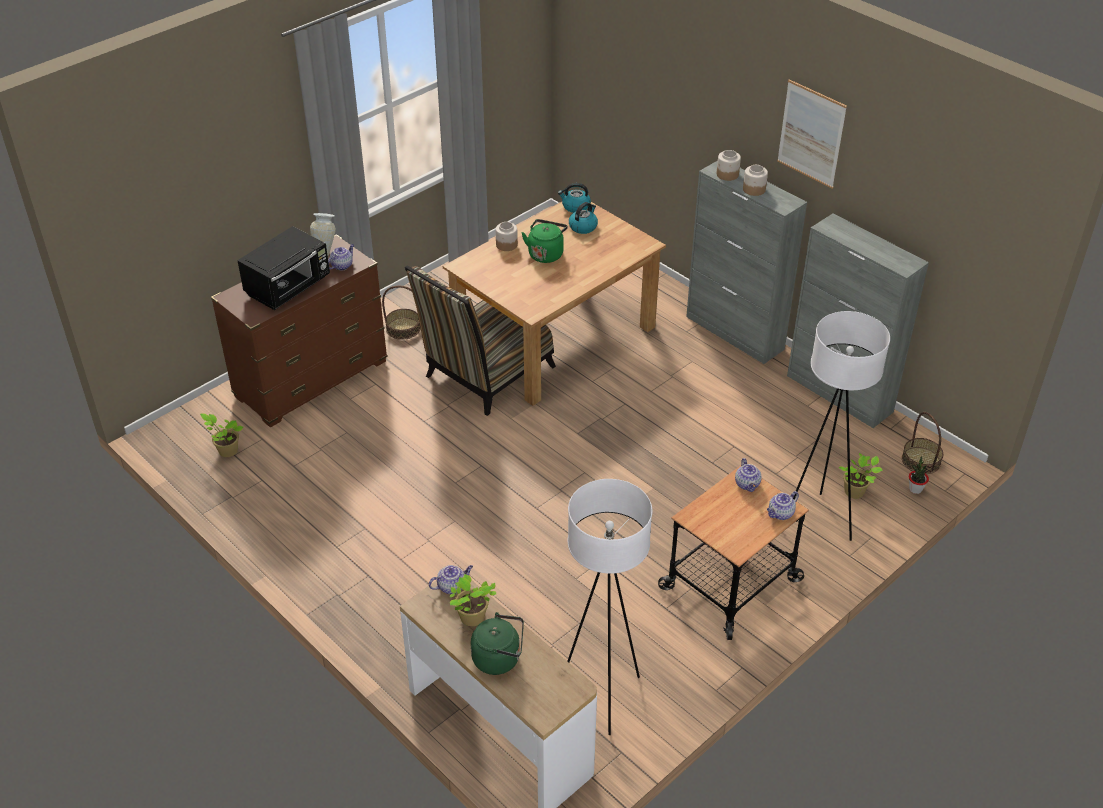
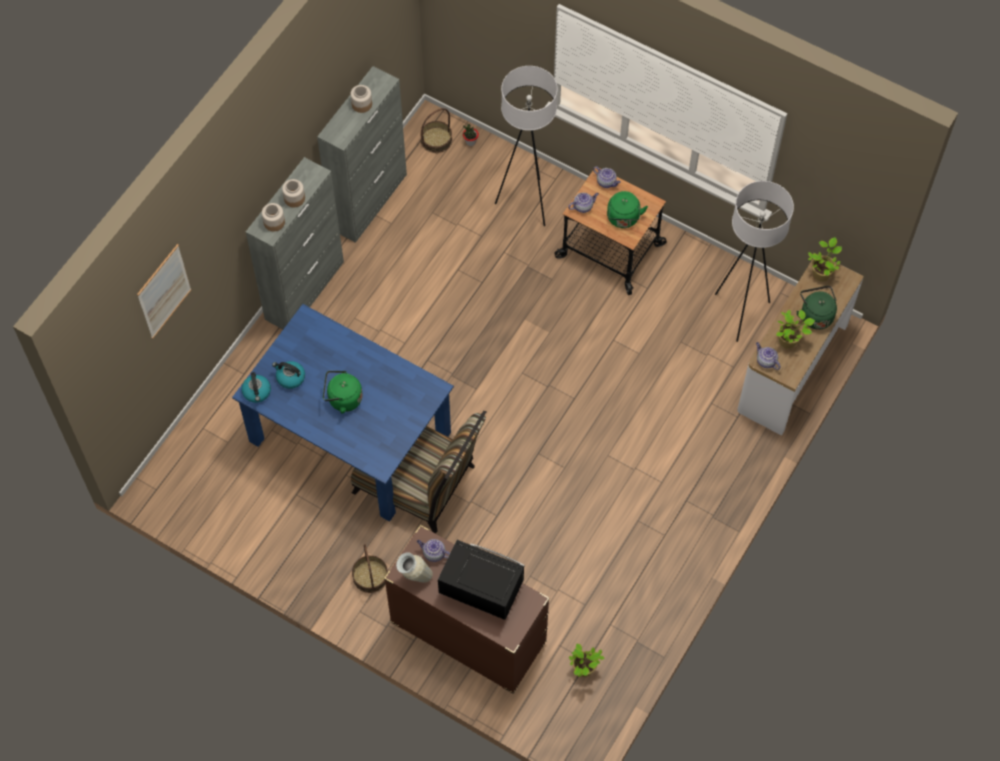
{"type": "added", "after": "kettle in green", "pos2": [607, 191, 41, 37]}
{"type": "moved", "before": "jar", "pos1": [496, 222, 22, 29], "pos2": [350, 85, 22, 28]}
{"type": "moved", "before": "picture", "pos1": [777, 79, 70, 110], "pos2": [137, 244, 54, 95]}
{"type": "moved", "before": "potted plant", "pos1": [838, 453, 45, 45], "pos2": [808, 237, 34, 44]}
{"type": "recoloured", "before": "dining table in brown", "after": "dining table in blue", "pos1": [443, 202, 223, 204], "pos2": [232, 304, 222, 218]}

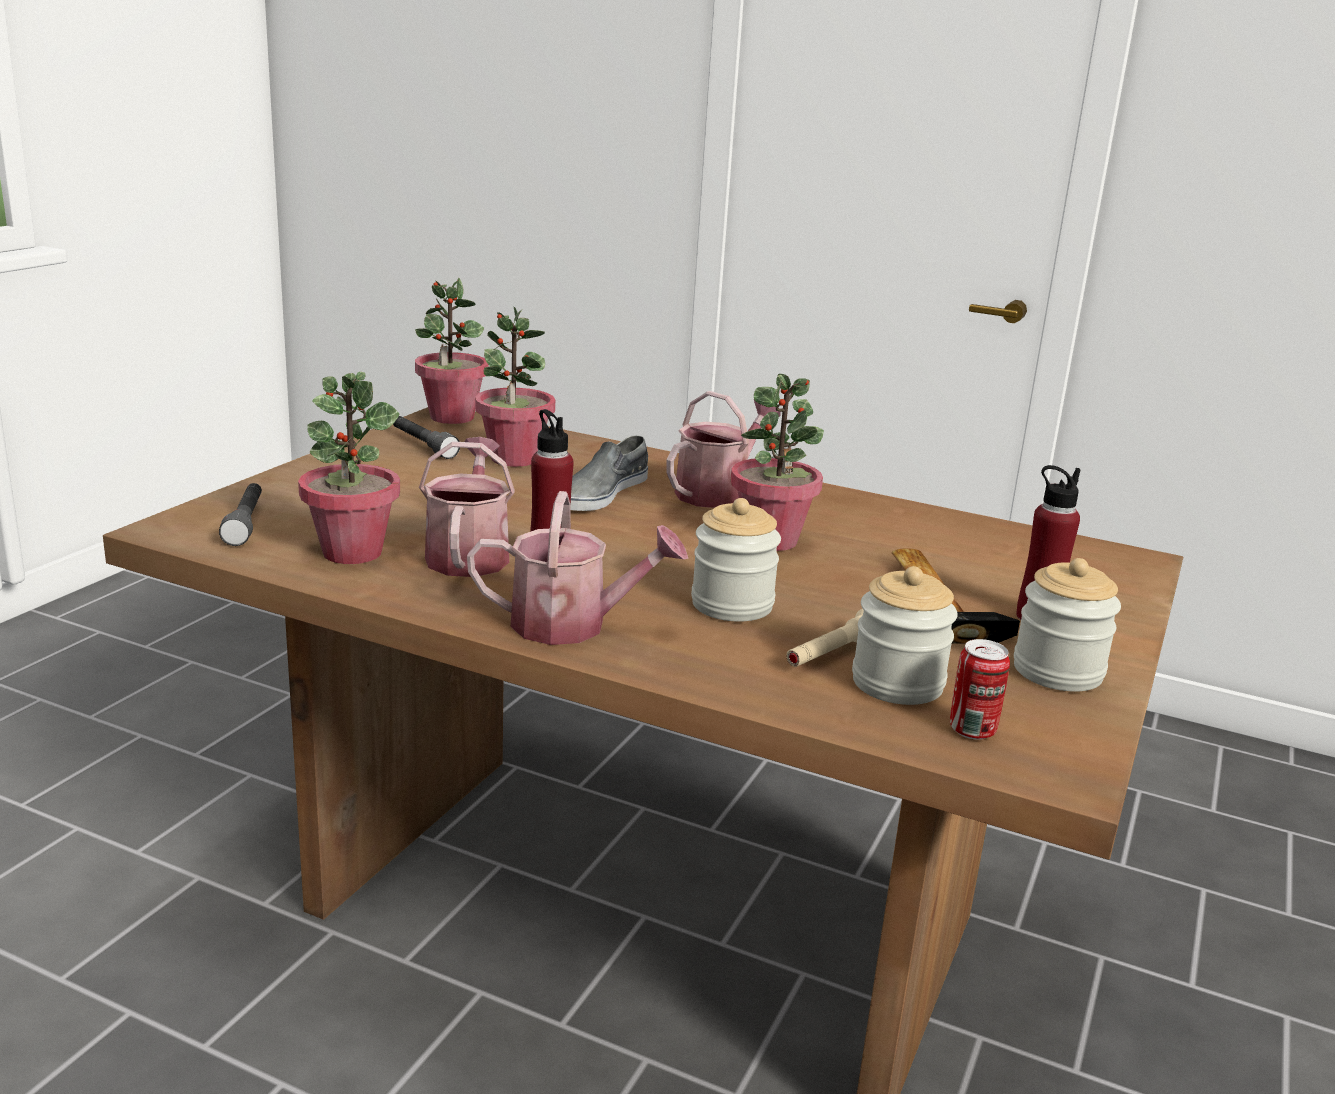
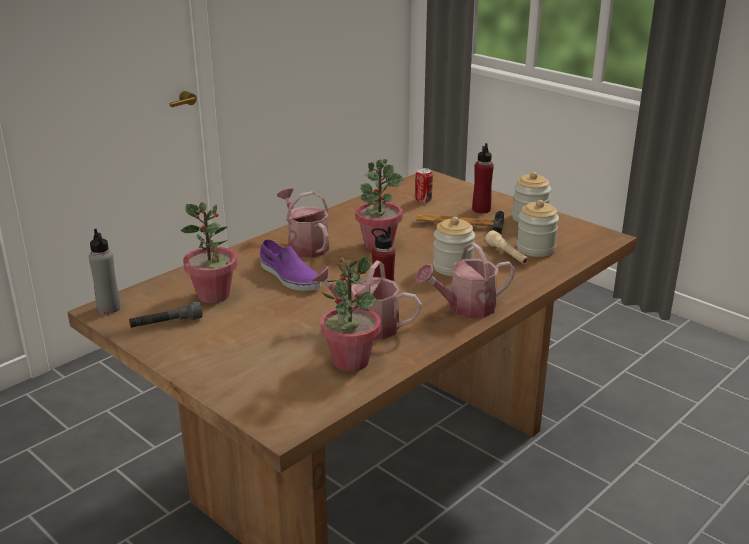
{"type": "removed", "before": "flashlight in grey", "pos1": [219, 483, 43, 63]}
{"type": "moved", "before": "can", "pos1": [950, 639, 60, 101], "pos2": [415, 168, 18, 35]}
{"type": "replaced", "before": "potted plant", "after": "bottle in grey", "pos1": [415, 278, 73, 146], "pos2": [89, 229, 32, 85]}
{"type": "recoloured", "before": "shoe in grey", "after": "shoe in purple", "pos1": [570, 435, 78, 76], "pos2": [260, 239, 61, 52]}
{"type": "turned", "before": "watering can", "pos1": [467, 491, 221, 154], "pos2": [415, 242, 100, 76], "turn": -135}

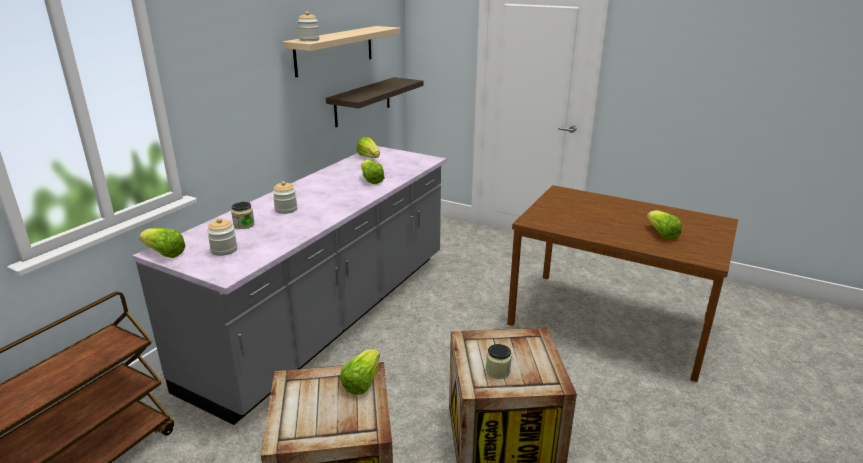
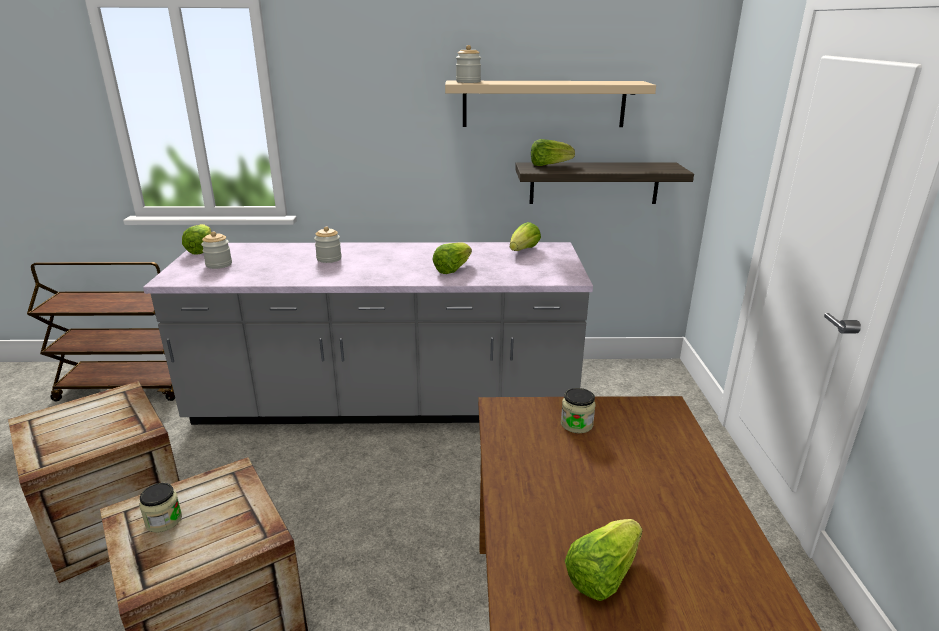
{"type": "moved", "before": "jar", "pos1": [231, 202, 24, 27], "pos2": [561, 388, 35, 46]}
{"type": "moved", "before": "lettuce", "pos1": [340, 349, 40, 46], "pos2": [531, 139, 44, 27]}

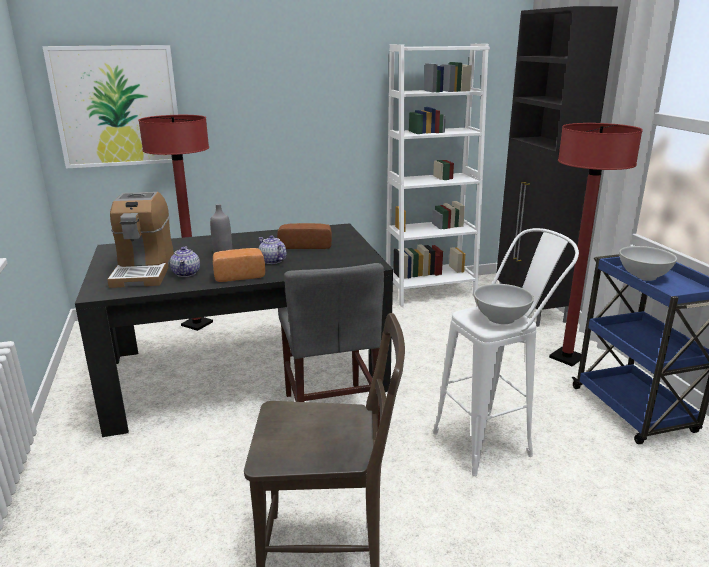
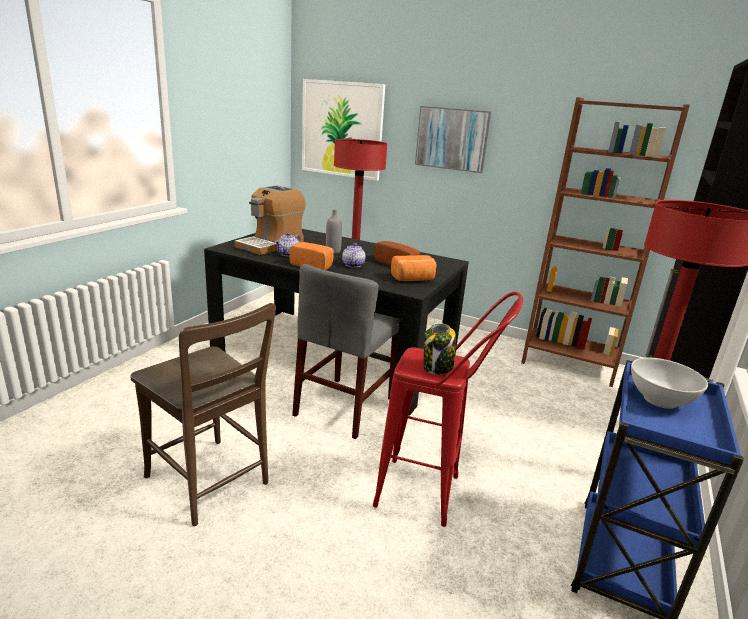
{"type": "added", "after": "bread", "pos2": [391, 255, 45, 26]}
{"type": "added", "after": "picture", "pos2": [415, 106, 76, 67]}
{"type": "replaced", "before": "bowl in white", "after": "jar", "pos1": [474, 284, 60, 40], "pos2": [424, 324, 32, 51]}
{"type": "recoloured", "before": "bookcase in white", "after": "bookcase in brown", "pos1": [386, 44, 104, 263], "pos2": [521, 97, 169, 290]}
{"type": "recoloured", "before": "stool in white", "after": "stool in red", "pos1": [433, 228, 146, 248], "pos2": [373, 292, 150, 235]}

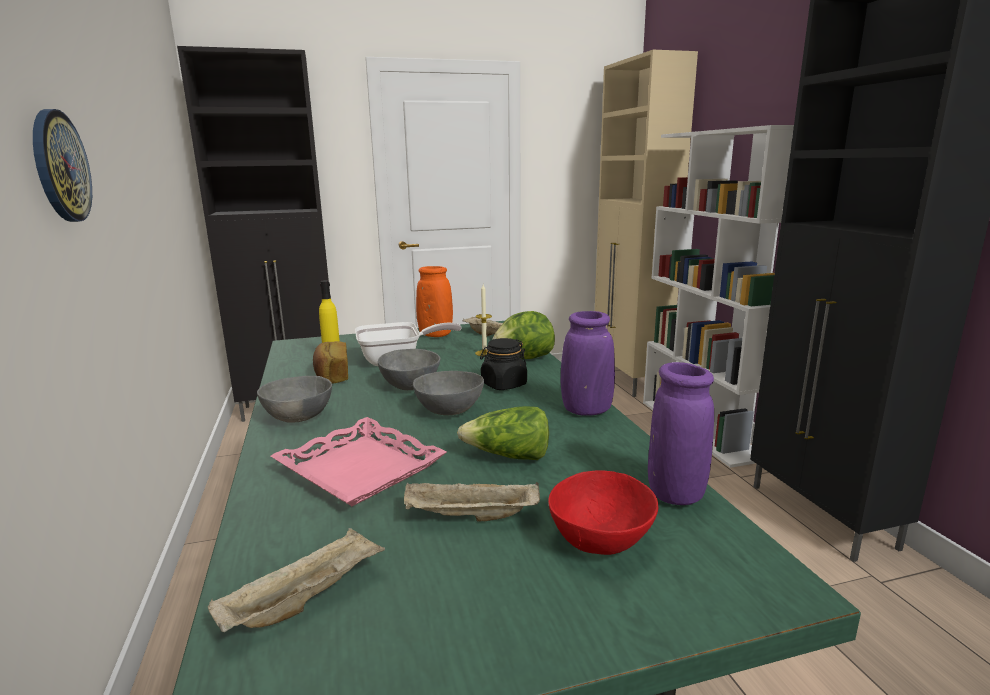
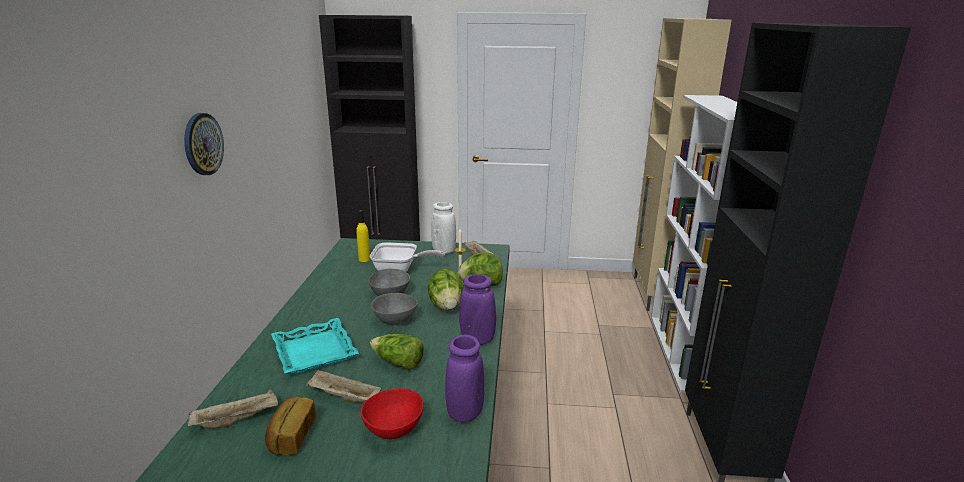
{"type": "removed", "before": "bowl in grey", "pos1": [257, 376, 75, 47]}
{"type": "moved", "before": "bread", "pos1": [313, 341, 35, 43], "pos2": [265, 397, 51, 59]}
{"type": "replaced", "before": "jar in black", "after": "lettuce", "pos1": [480, 338, 47, 52], "pos2": [428, 268, 36, 42]}
{"type": "recoloured", "before": "tray in pink", "after": "tray in turquoise", "pos1": [271, 417, 176, 89], "pos2": [271, 318, 88, 57]}
{"type": "recoloured", "before": "vase in orange", "after": "vase in white", "pos1": [416, 266, 37, 71], "pos2": [431, 202, 25, 52]}

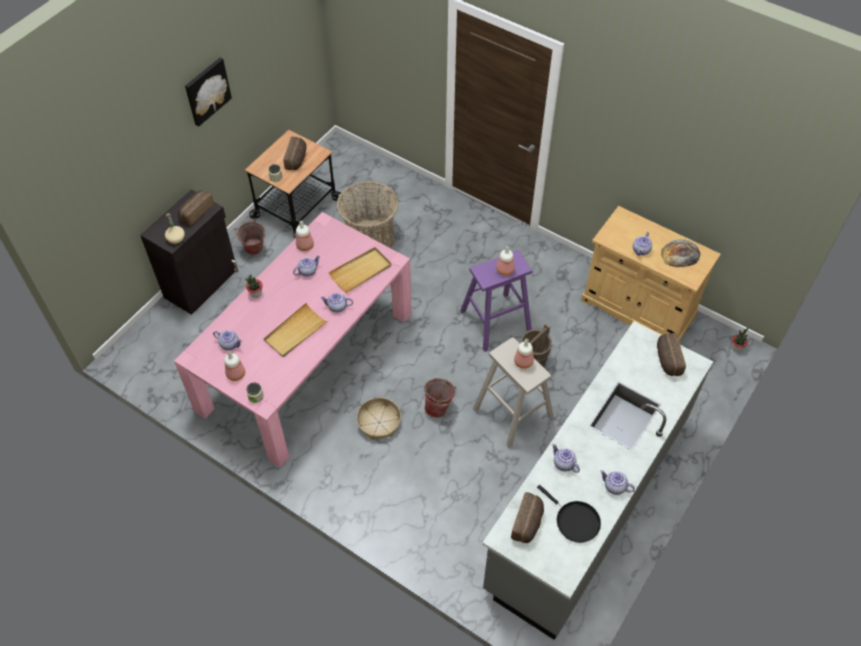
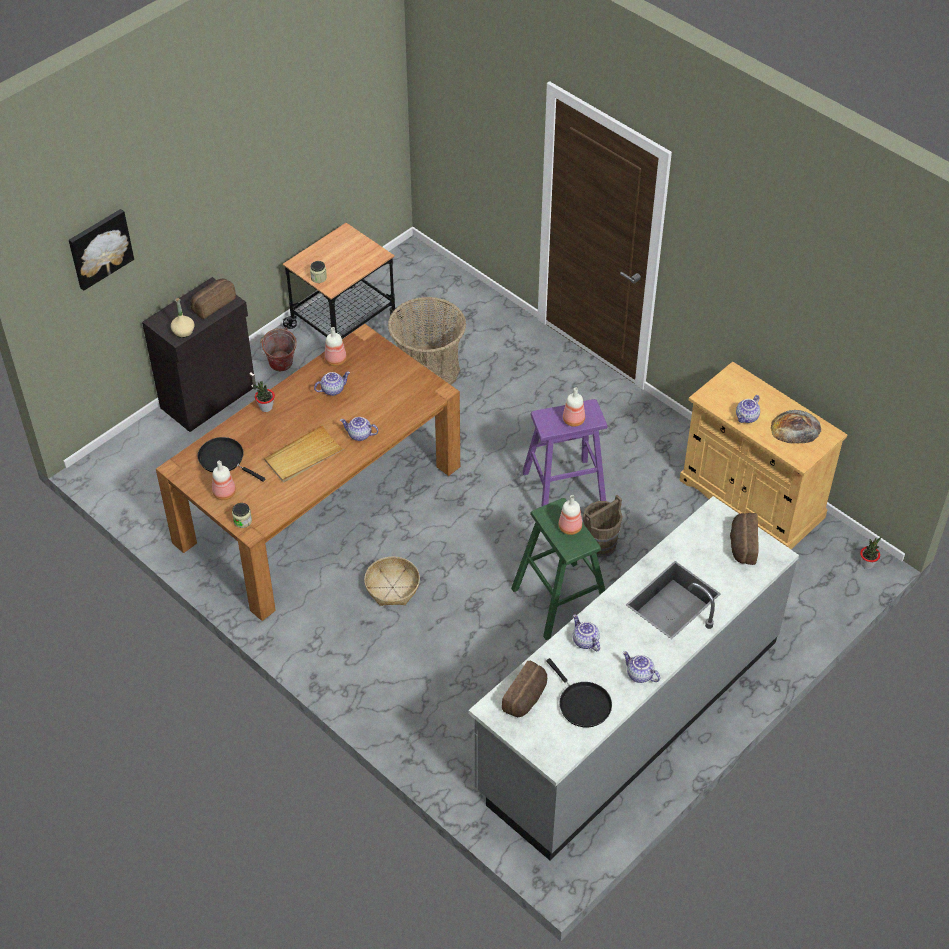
{"type": "removed", "before": "bread", "pos1": [283, 137, 24, 33]}
{"type": "removed", "before": "tray in beige", "pos1": [328, 247, 63, 46]}
{"type": "removed", "before": "bucket", "pos1": [424, 378, 33, 40]}
{"type": "moved", "before": "picture", "pos1": [185, 58, 47, 69], "pos2": [69, 209, 65, 82]}
{"type": "replaced", "before": "teapot", "after": "frying pan in black", "pos1": [213, 330, 29, 21], "pos2": [198, 437, 68, 45]}
{"type": "recoloured", "before": "dining table in pink", "after": "dining table in brown", "pos1": [174, 212, 238, 256], "pos2": [156, 324, 304, 297]}
{"type": "recoloured", "before": "stool in beige", "after": "stool in green", "pos1": [473, 337, 81, 111], "pos2": [511, 498, 94, 142]}

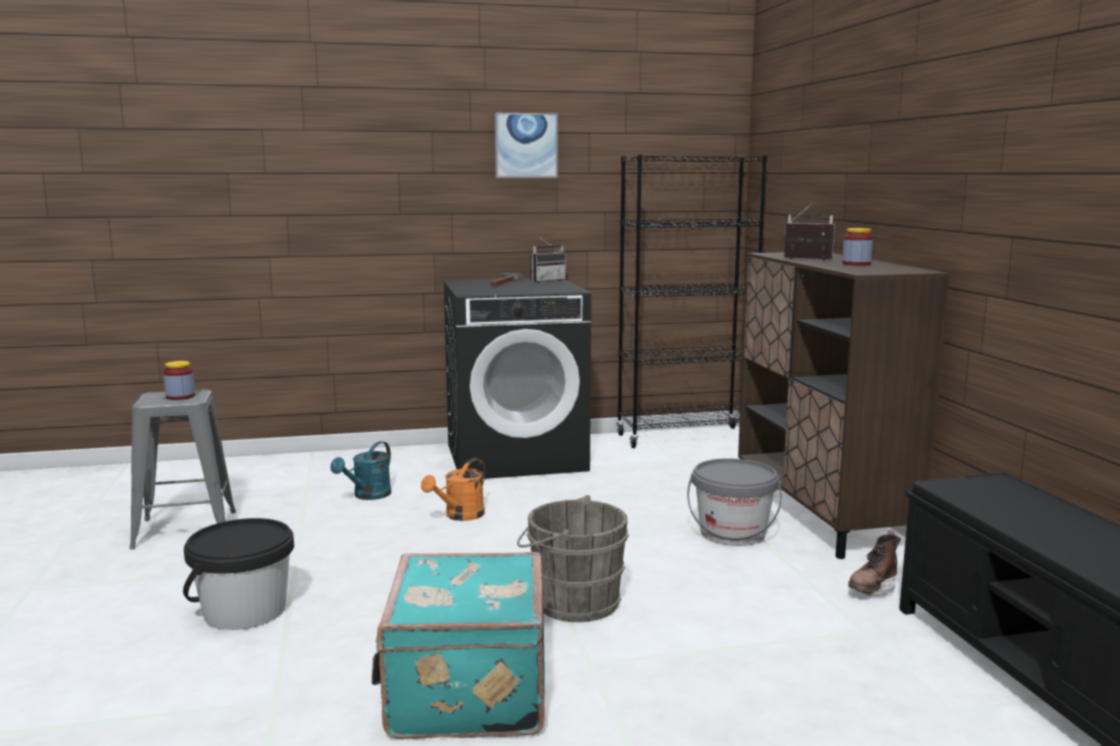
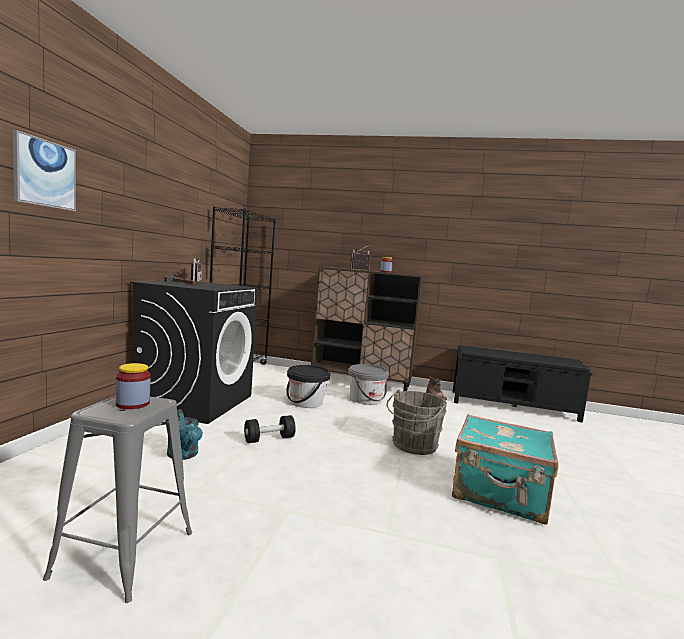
{"type": "moved", "before": "bucket in black", "pos1": [183, 518, 111, 112], "pos2": [286, 365, 44, 43]}
{"type": "moved", "before": "picture", "pos1": [495, 113, 63, 65], "pos2": [13, 130, 63, 81]}
{"type": "replaced", "before": "watering can in orange", "after": "dumbbell in black", "pos1": [421, 458, 64, 63], "pos2": [244, 415, 52, 28]}

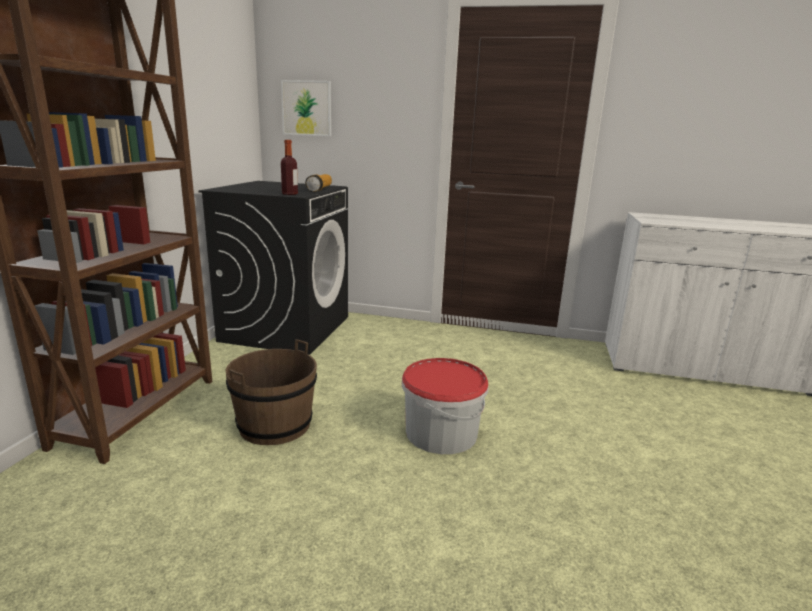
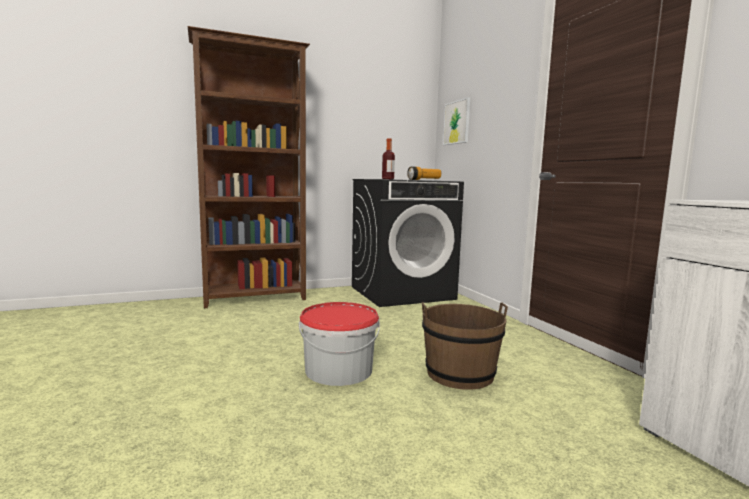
{"type": "moved", "before": "bucket in brown", "pos1": [226, 339, 91, 106], "pos2": [422, 302, 86, 88]}

